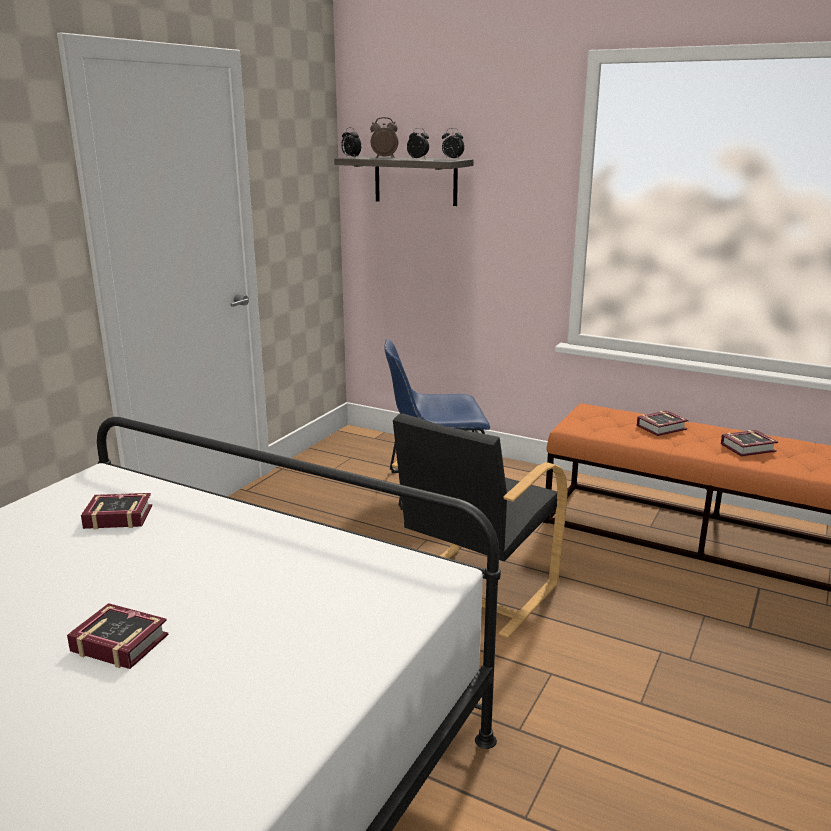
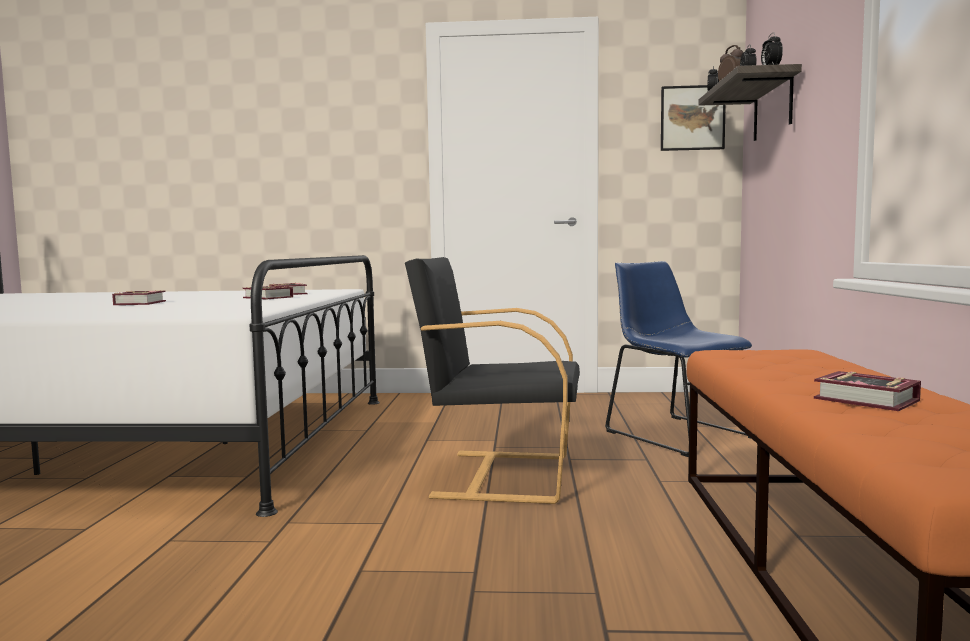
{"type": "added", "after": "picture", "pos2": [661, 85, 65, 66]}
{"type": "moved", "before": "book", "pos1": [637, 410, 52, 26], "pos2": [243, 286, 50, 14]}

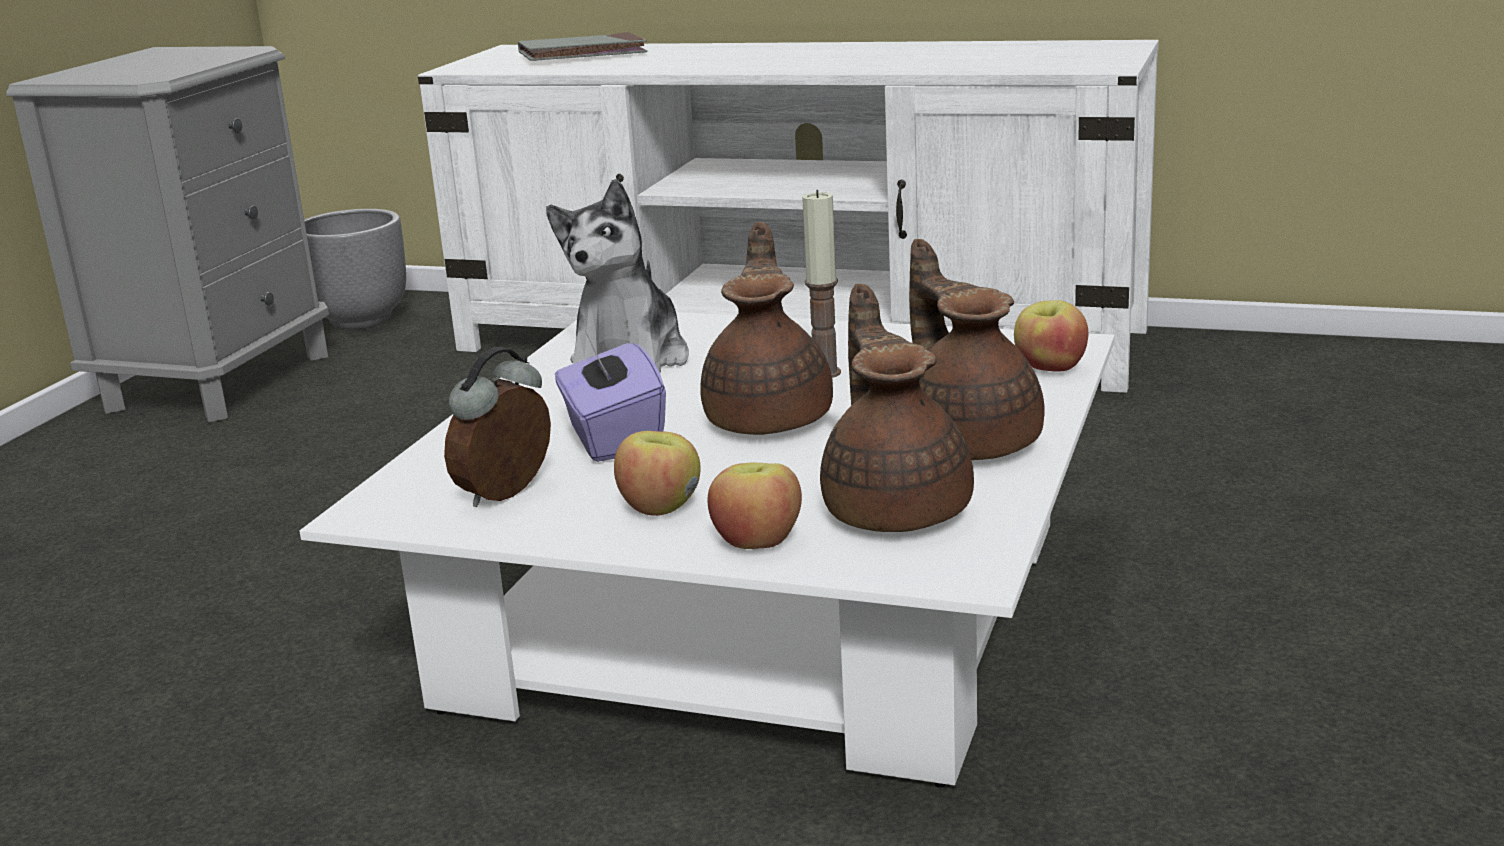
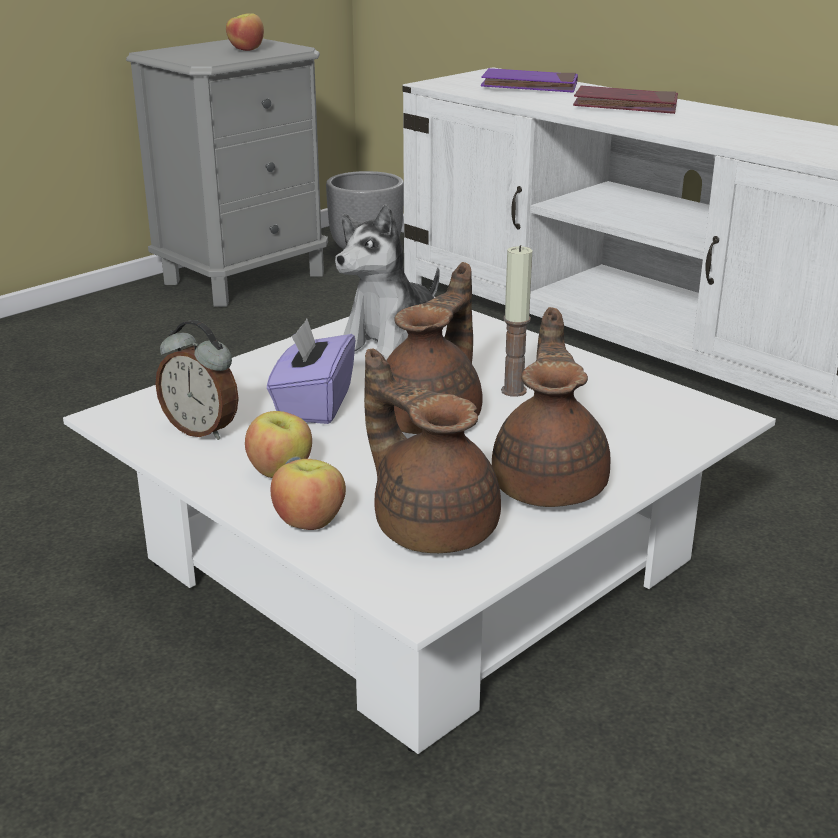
{"type": "added", "after": "book in red", "pos2": [573, 86, 105, 28]}
{"type": "moved", "before": "apple", "pos1": [1014, 300, 74, 71], "pos2": [226, 13, 38, 38]}
{"type": "recoloured", "before": "book in grey", "after": "book in purple", "pos1": [518, 32, 129, 29], "pos2": [481, 68, 97, 24]}
{"type": "turned", "before": "alarm clock", "pos1": [444, 347, 107, 160], "pos2": [155, 320, 84, 120], "turn": -120}
{"type": "turned", "before": "teapot in brown", "pos1": [820, 284, 154, 248], "pos2": [364, 348, 137, 205], "turn": -60}

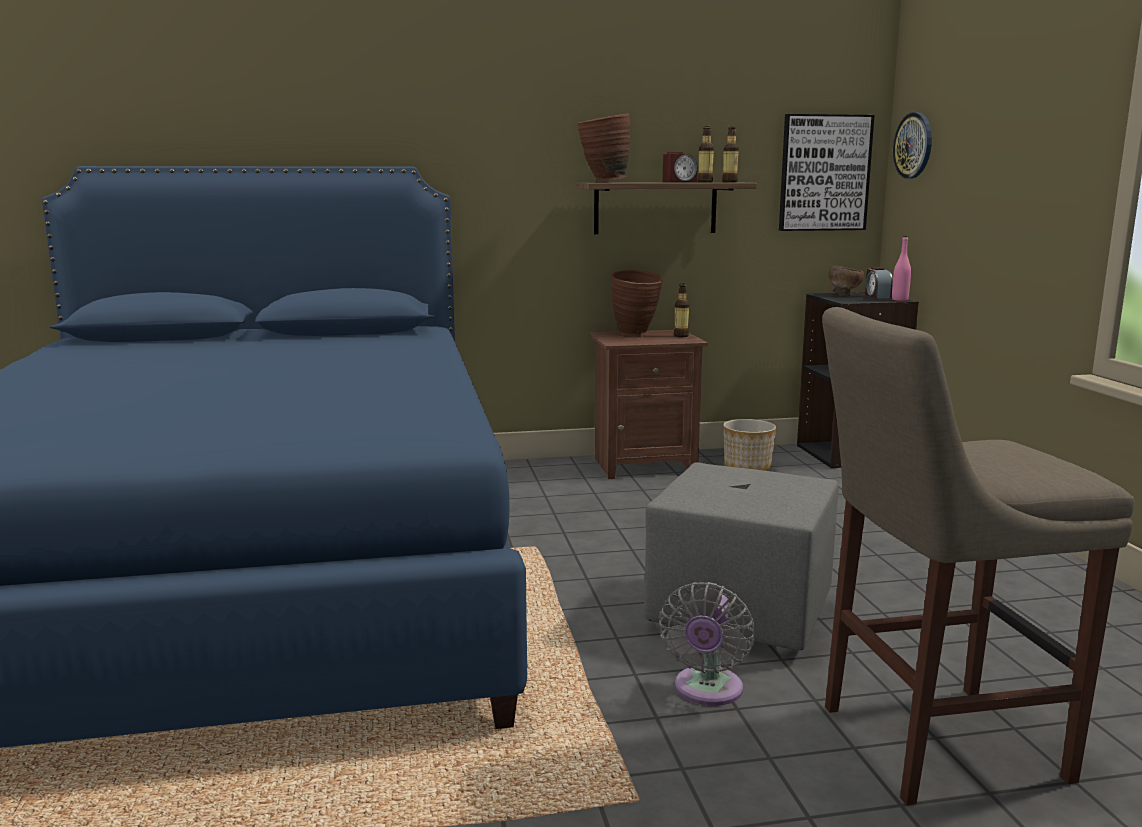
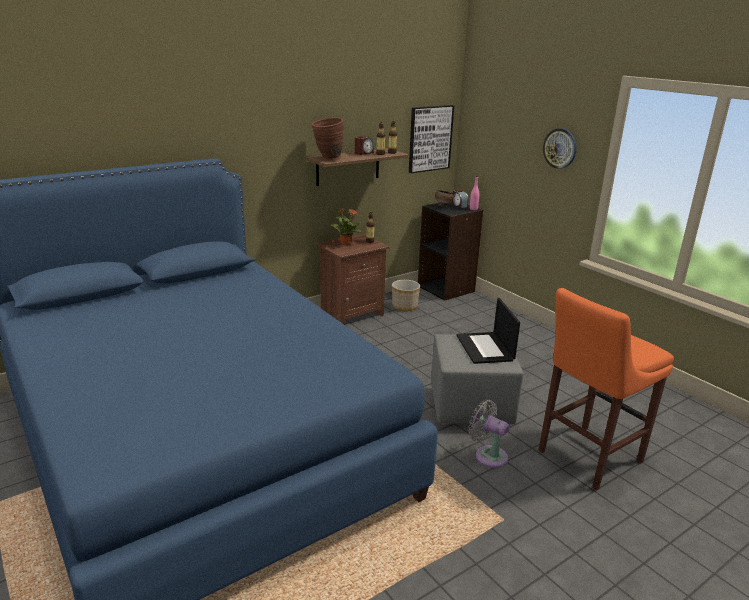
{"type": "added", "after": "laptop", "pos2": [457, 298, 63, 66]}
{"type": "moved", "before": "wall clock", "pos1": [893, 112, 39, 67], "pos2": [543, 128, 34, 41]}
{"type": "replaced", "before": "vase in brown", "after": "potted plant", "pos1": [611, 270, 52, 67], "pos2": [330, 208, 33, 37]}
{"type": "recoloured", "before": "stool in beige", "after": "stool in orange", "pos1": [822, 307, 312, 498], "pos2": [538, 288, 136, 203]}
{"type": "turned", "before": "fan in grey", "pos1": [659, 582, 96, 124], "pos2": [468, 400, 41, 68], "turn": 135}

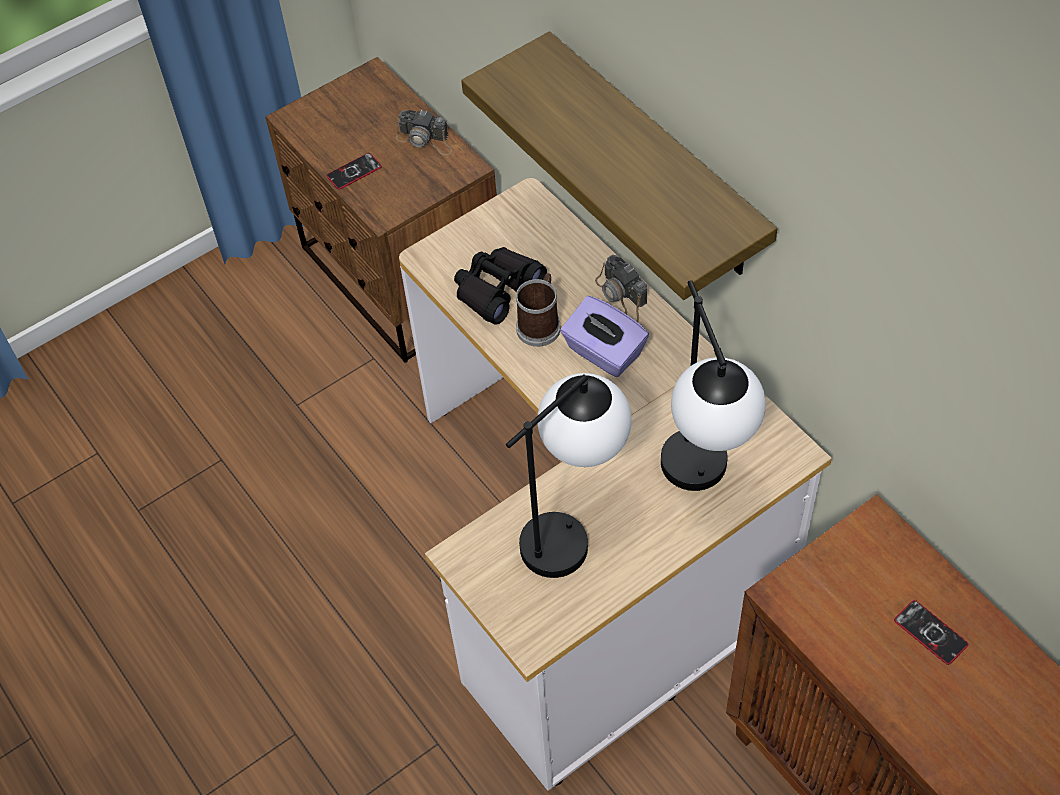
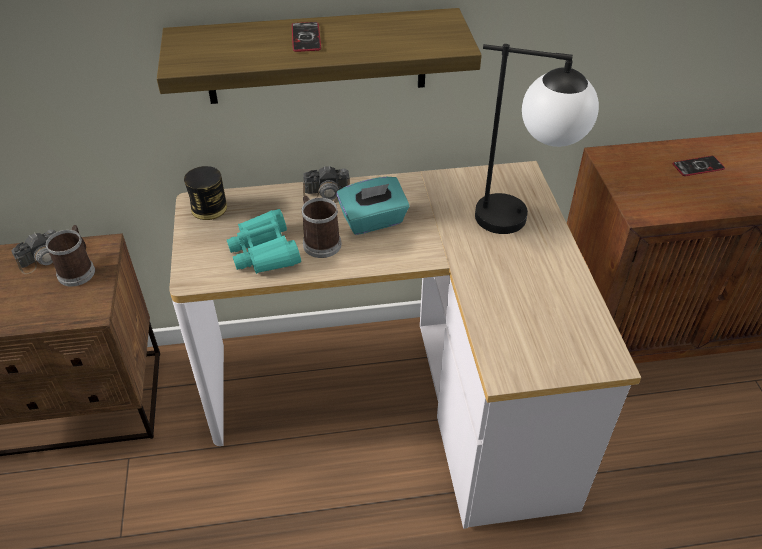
{"type": "removed", "before": "table lamp", "pos1": [506, 373, 126, 205]}
{"type": "added", "after": "mug", "pos2": [46, 225, 49, 62]}
{"type": "added", "after": "can", "pos2": [184, 166, 43, 54]}
{"type": "moved", "before": "phone", "pos1": [327, 153, 55, 37], "pos2": [292, 22, 29, 30]}
{"type": "recoloured", "before": "binoculars in black", "after": "binoculars in turquoise", "pos1": [454, 247, 93, 78], "pos2": [227, 209, 74, 65]}
{"type": "recoloured", "before": "tissue box in purple", "after": "tissue box in turquoise", "pos1": [560, 296, 89, 81], "pos2": [337, 177, 73, 58]}

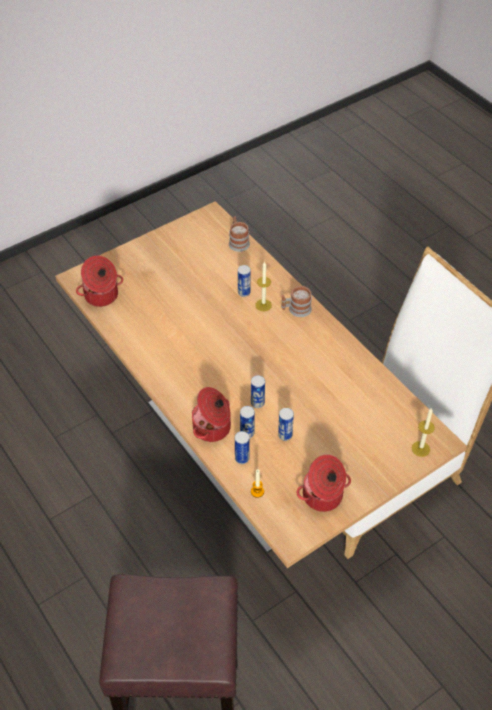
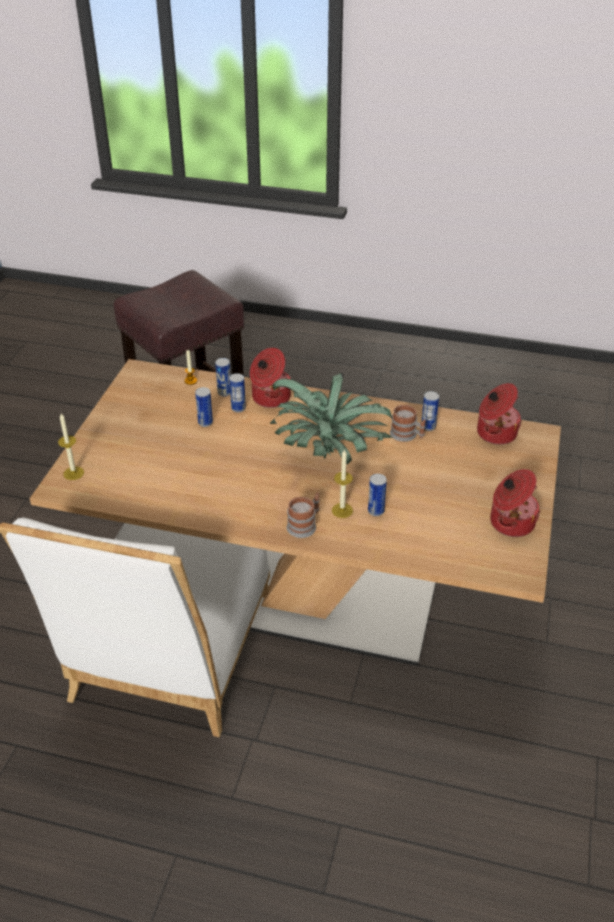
{"type": "added", "after": "potted plant", "pos2": [270, 373, 123, 91]}
{"type": "moved", "before": "mug", "pos1": [229, 216, 21, 36], "pos2": [390, 405, 36, 37]}
{"type": "moved", "before": "can", "pos1": [251, 376, 14, 32], "pos2": [421, 391, 18, 40]}
{"type": "moved", "before": "cooking pot", "pos1": [297, 455, 54, 57], "pos2": [490, 469, 50, 68]}

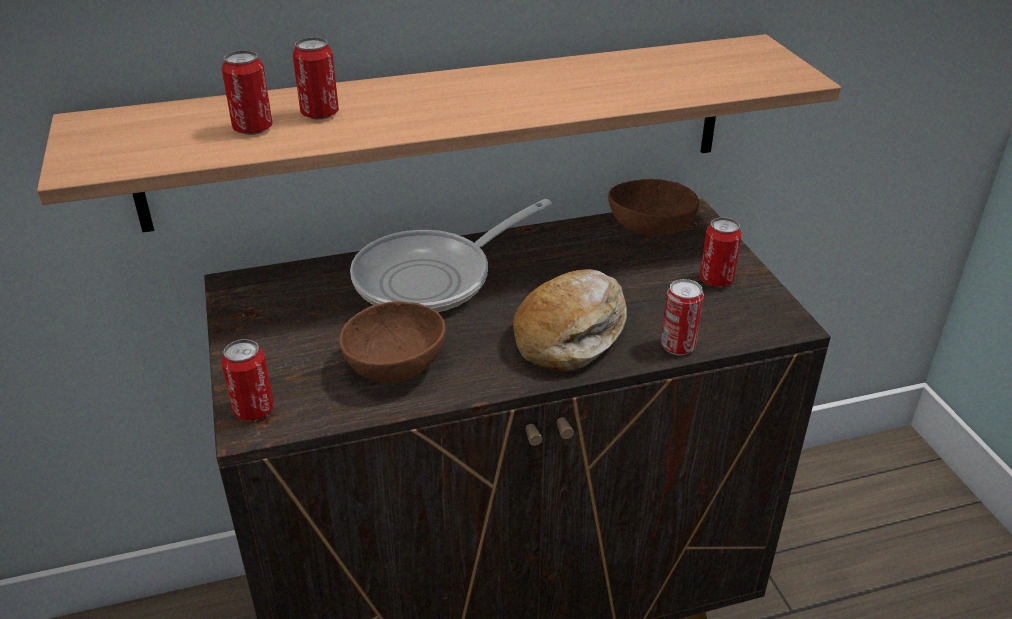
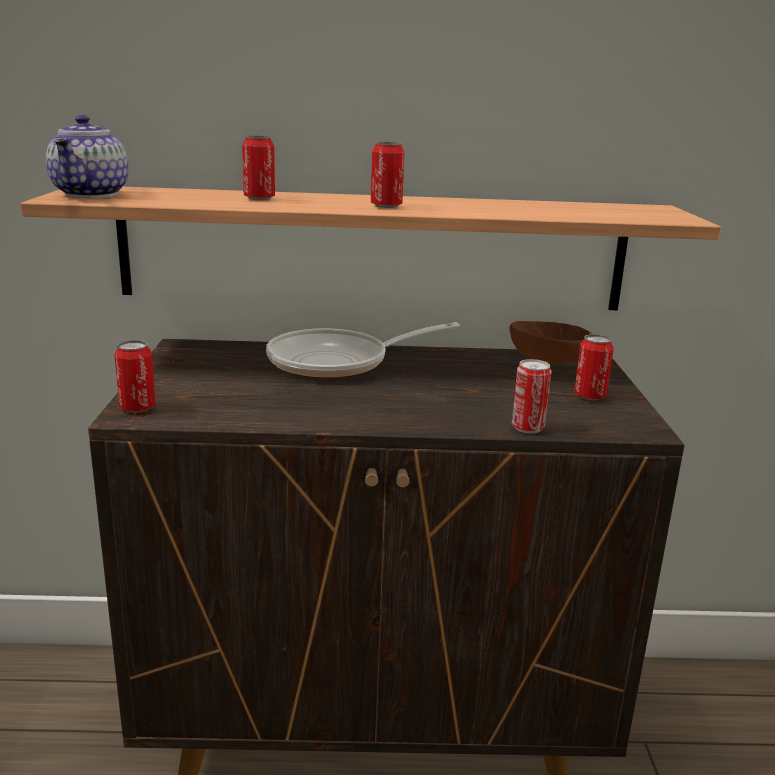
{"type": "removed", "before": "bowl in brown", "pos1": [339, 301, 107, 81]}
{"type": "removed", "before": "bread", "pos1": [513, 269, 114, 103]}
{"type": "added", "after": "teapot", "pos2": [46, 115, 83, 83]}
{"type": "moved", "before": "can", "pos1": [221, 50, 51, 85], "pos2": [371, 142, 33, 66]}

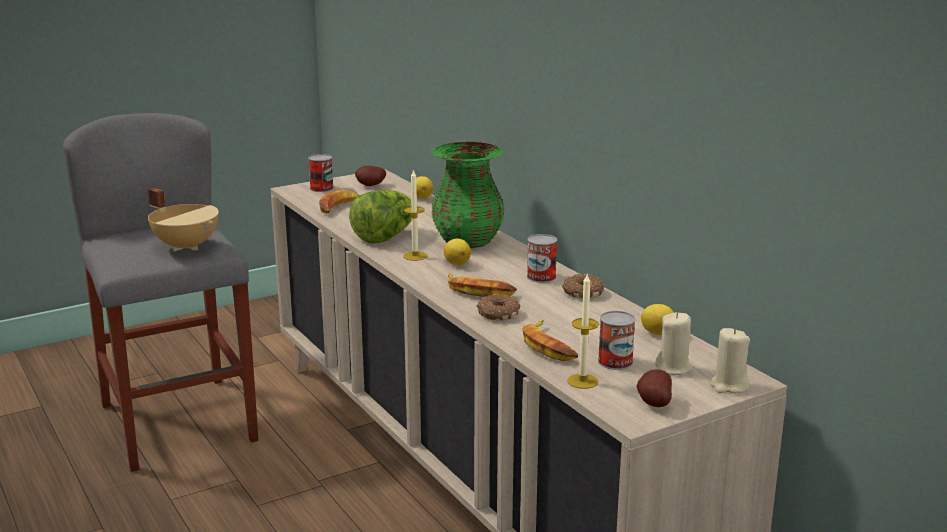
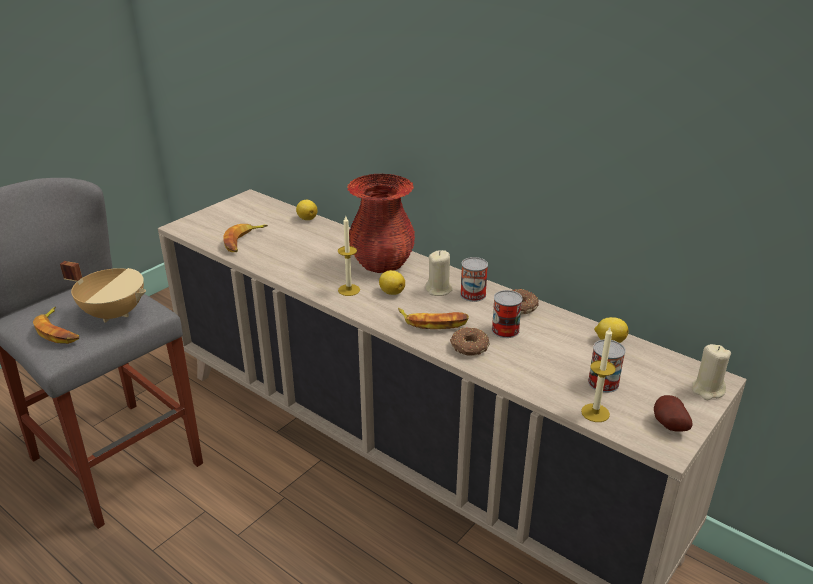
{"type": "removed", "before": "lettuce", "pos1": [349, 190, 63, 54]}
{"type": "removed", "before": "potato", "pos1": [355, 166, 31, 20]}
{"type": "moved", "before": "can", "pos1": [308, 154, 26, 38], "pos2": [492, 290, 31, 48]}
{"type": "moved", "before": "banana", "pos1": [522, 320, 56, 41], "pos2": [33, 307, 46, 37]}
{"type": "moved", "before": "candle in beige", "pos1": [655, 312, 38, 63], "pos2": [425, 250, 28, 46]}
{"type": "recoloured", "before": "vase in green", "after": "vase in red", "pos1": [431, 142, 73, 106], "pos2": [347, 174, 68, 99]}

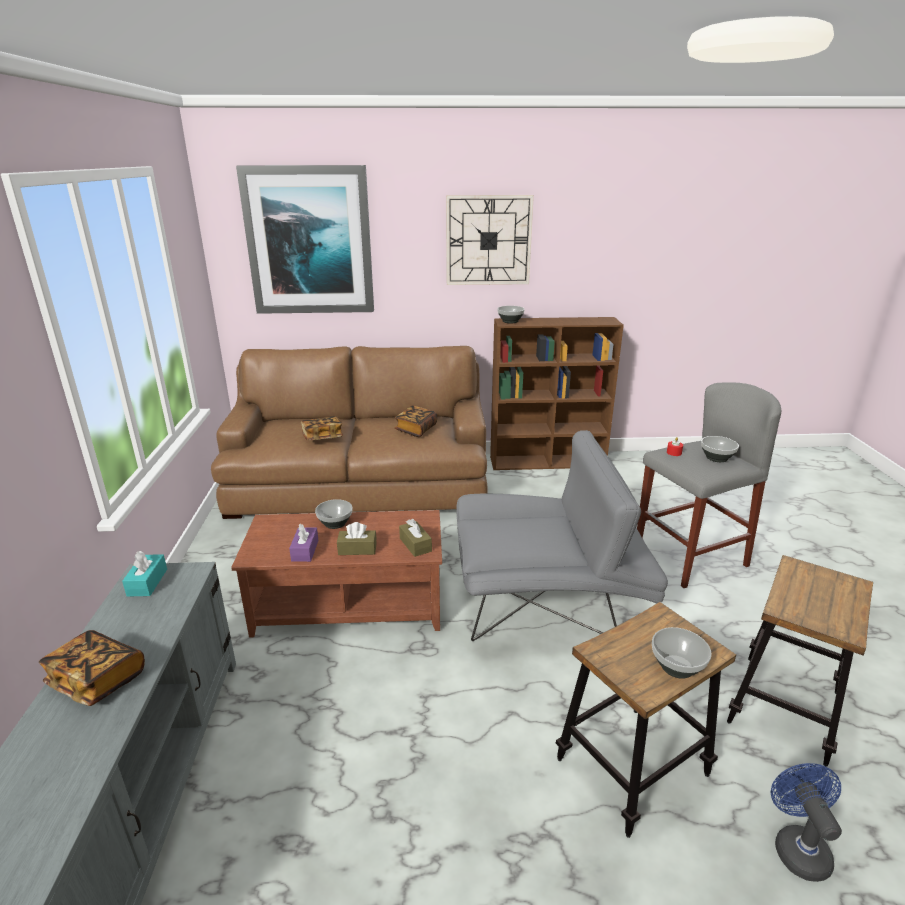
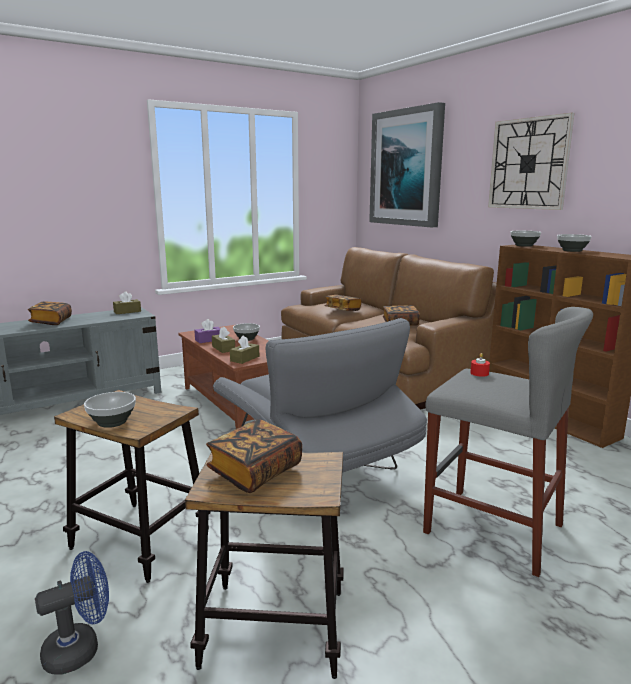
{"type": "added", "after": "book", "pos2": [206, 419, 96, 74]}
{"type": "moved", "before": "bowl", "pos1": [701, 436, 38, 26], "pos2": [557, 234, 35, 18]}
{"type": "recoloured", "before": "tissue box in turquoise", "after": "tissue box in brown", "pos1": [122, 551, 45, 46], "pos2": [113, 291, 28, 23]}

